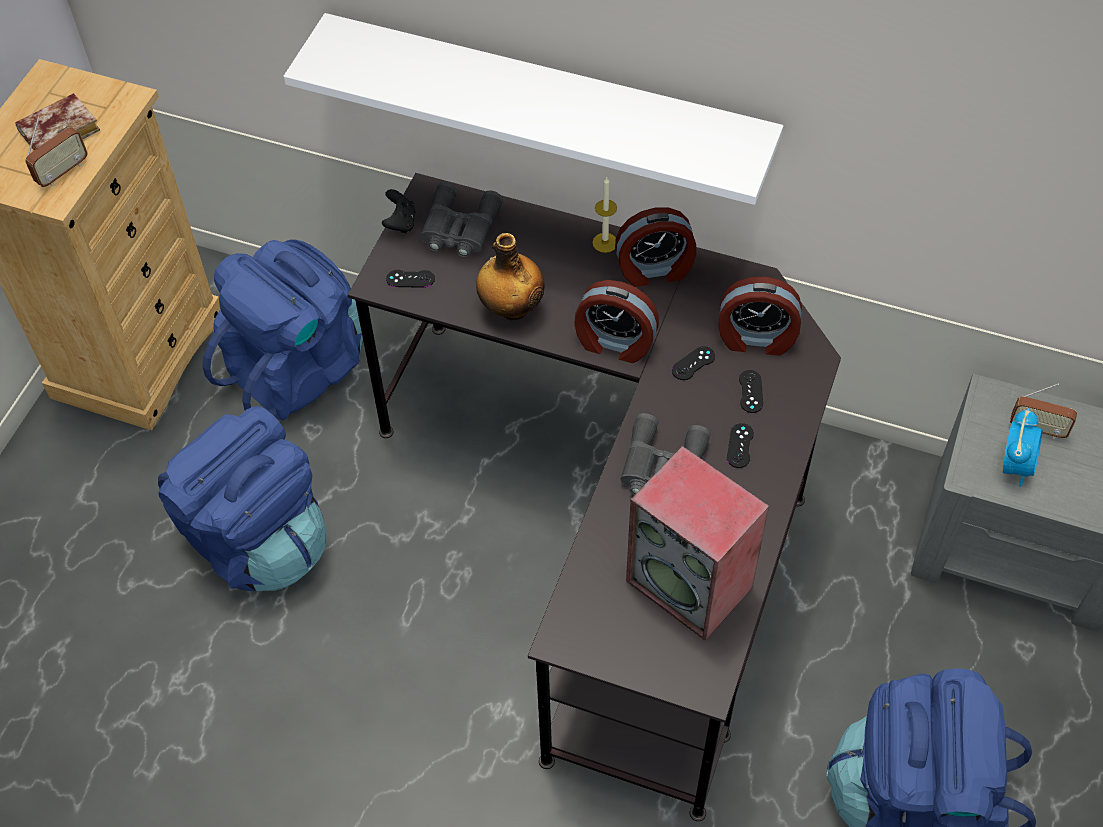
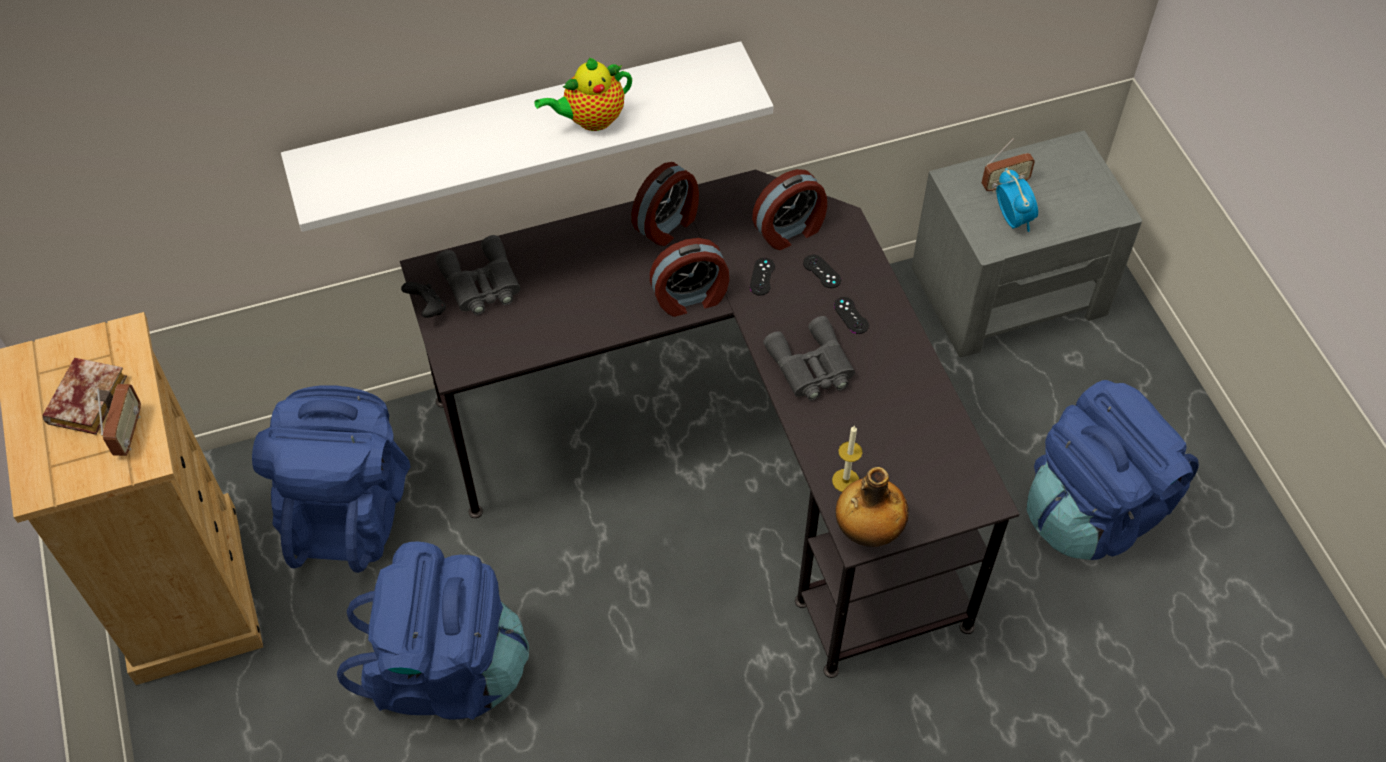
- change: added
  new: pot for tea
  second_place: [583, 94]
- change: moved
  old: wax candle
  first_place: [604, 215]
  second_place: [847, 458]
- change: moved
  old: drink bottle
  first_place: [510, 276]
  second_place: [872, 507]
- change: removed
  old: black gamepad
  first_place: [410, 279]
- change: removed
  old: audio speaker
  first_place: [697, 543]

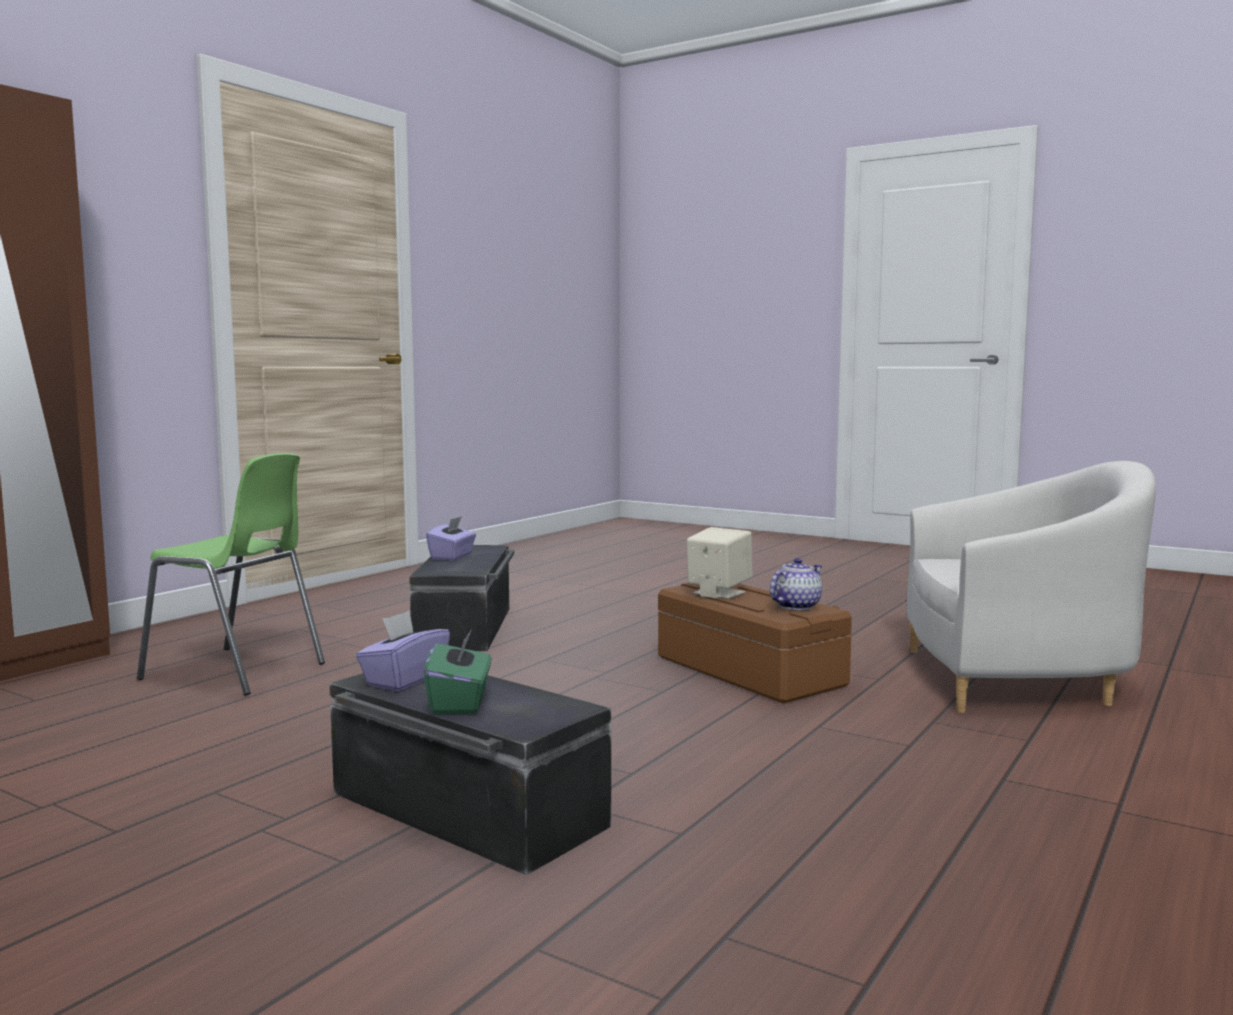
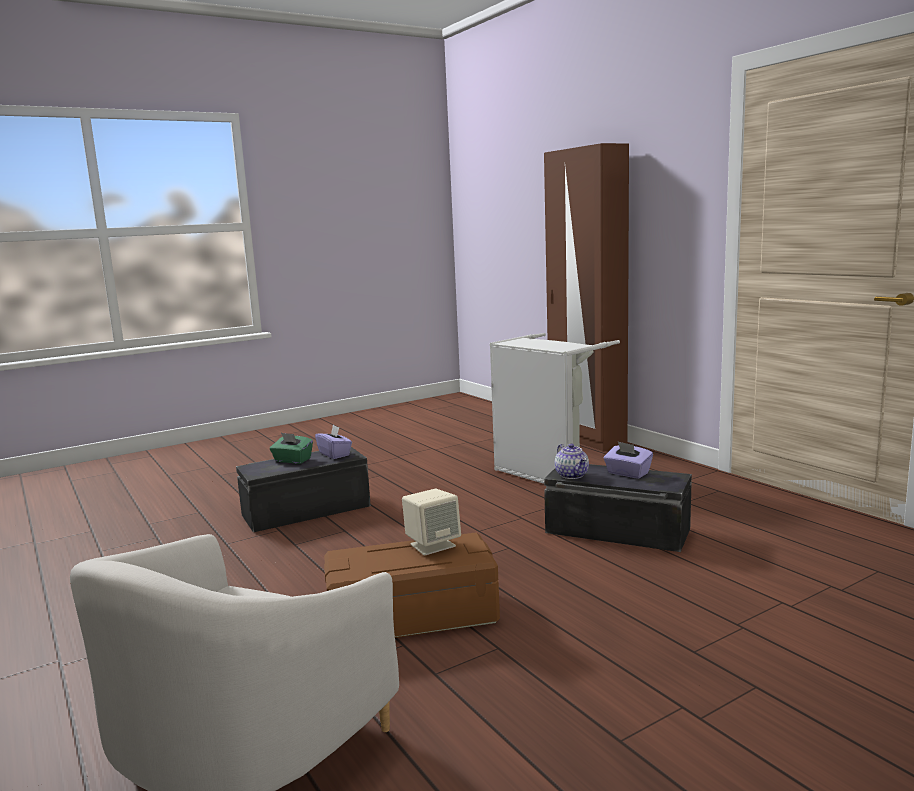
- change: replaced
  old: greenish plain chair
  new: gray hamper
  first_place: [231, 574]
  second_place: [555, 408]
- change: moved
  old: pot for tea
  first_place: [796, 584]
  second_place: [572, 461]

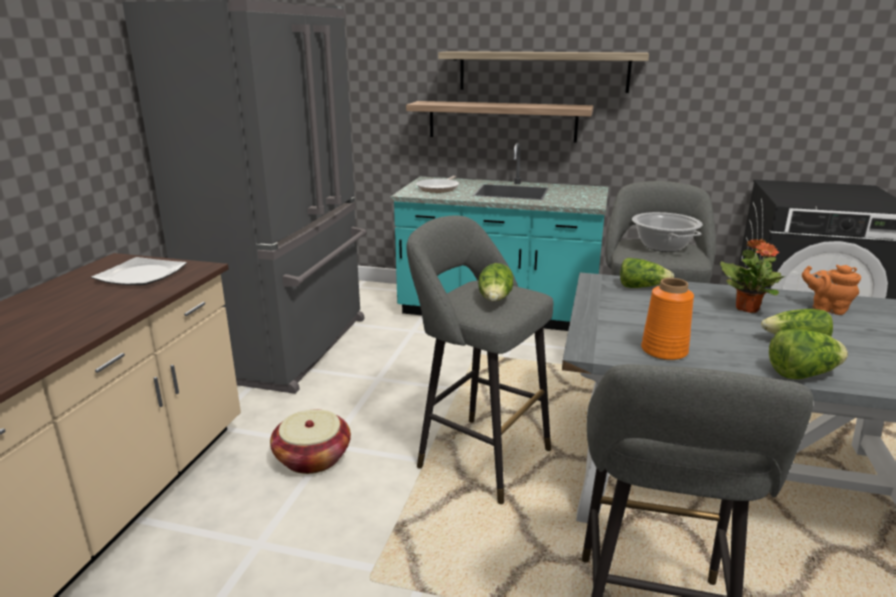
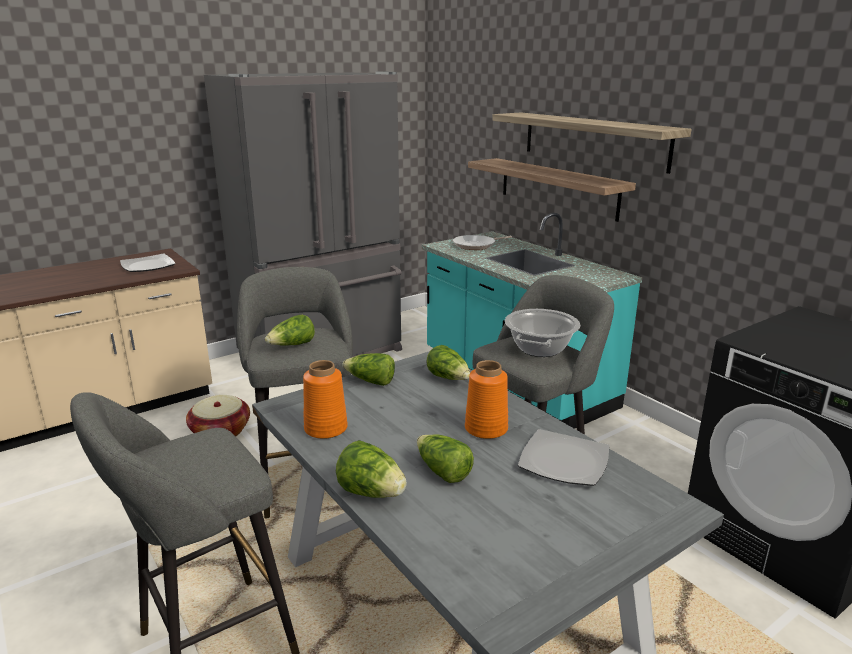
- change: added
  new: head of lettuce
  second_place: [369, 369]
- change: replaced
  old: houseplant
  new: orange flower vase
  first_place: [753, 276]
  second_place: [486, 399]
- change: replaced
  old: orange pot for tea
  new: plate
  first_place: [831, 290]
  second_place: [563, 457]

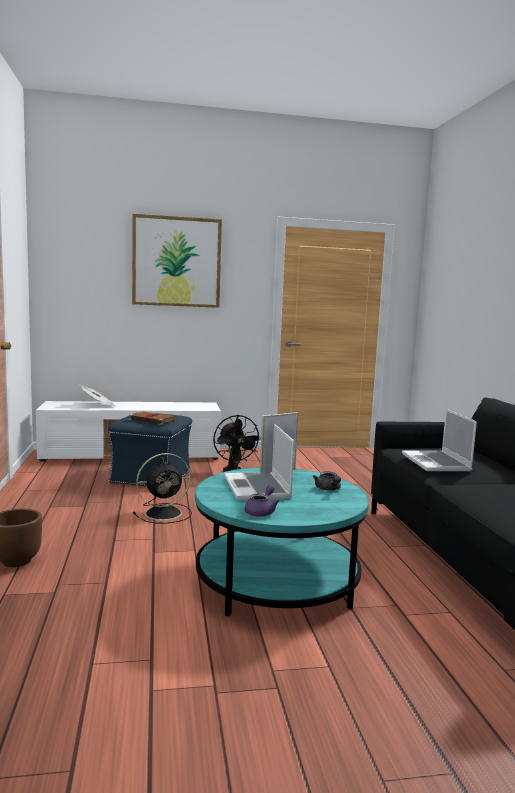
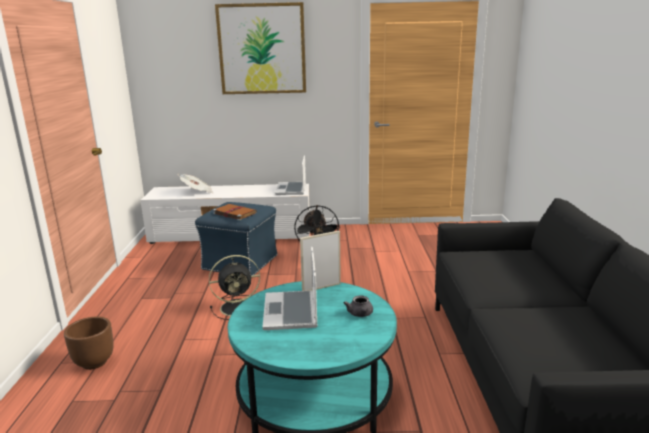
- change: moved
  old: notebook computer
  first_place: [439, 440]
  second_place: [290, 175]
- change: removed
  old: purplish pot for tea
  first_place: [262, 500]

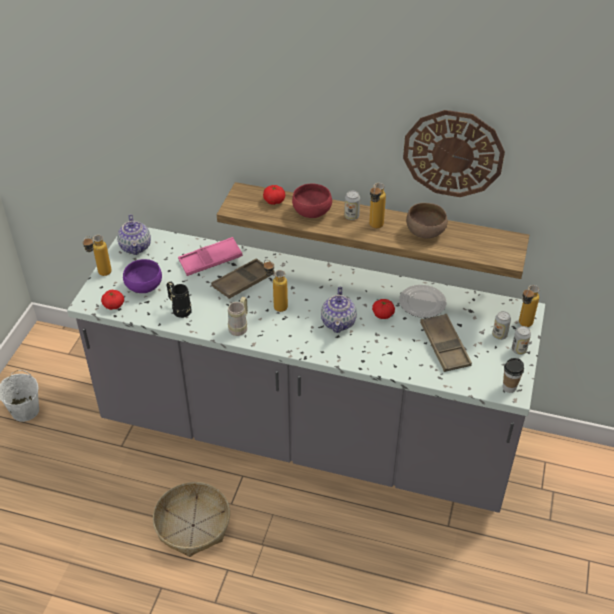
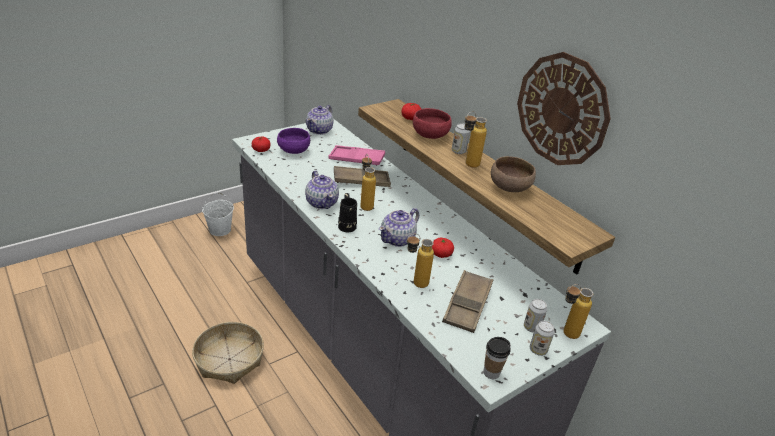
- change: replaced
  old: sand-coloured mug
  new: pot for tea
  first_place: [238, 316]
  second_place: [322, 189]
- change: moved
  old: black mug
  first_place: [179, 300]
  second_place: [347, 212]
- change: moved
  old: drink bottle
  first_place: [97, 255]
  second_place: [420, 261]
- change: removed
  old: plate
  first_place: [422, 301]

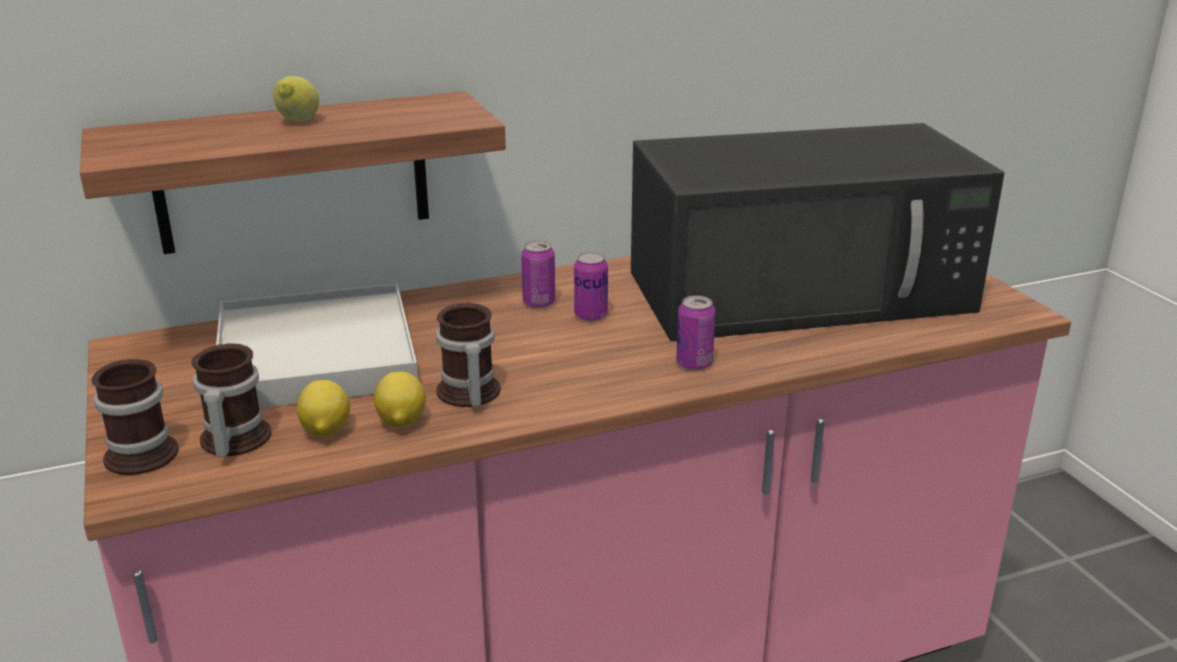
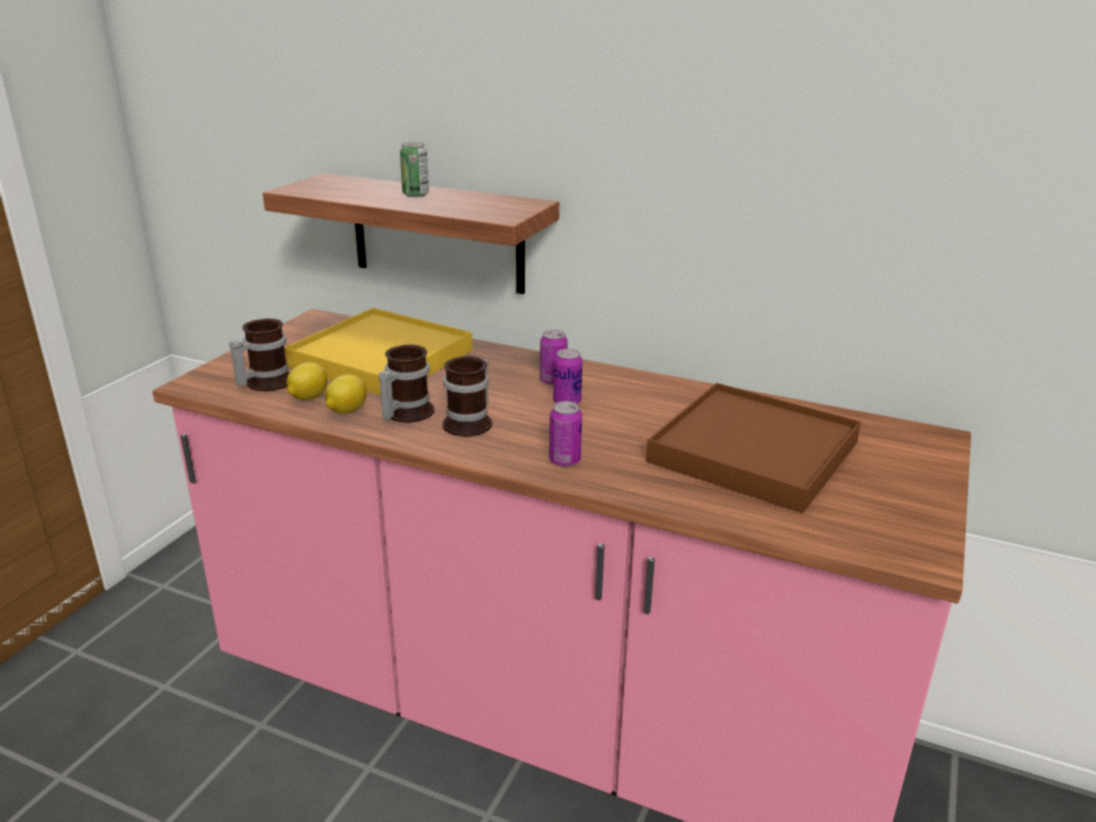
- change: recoloured
  old: white-coloured carrying tray
  new: yellowish carrying tray
  first_place: [317, 346]
  second_place: [378, 351]
- change: replaced
  old: citrus fruit
  new: metal can
  first_place: [296, 99]
  second_place: [414, 169]
- change: moved
  old: mug
  first_place: [135, 417]
  second_place: [467, 396]
- change: replaced
  old: black microwave
  new: brown carrying tray
  first_place: [817, 232]
  second_place: [753, 448]

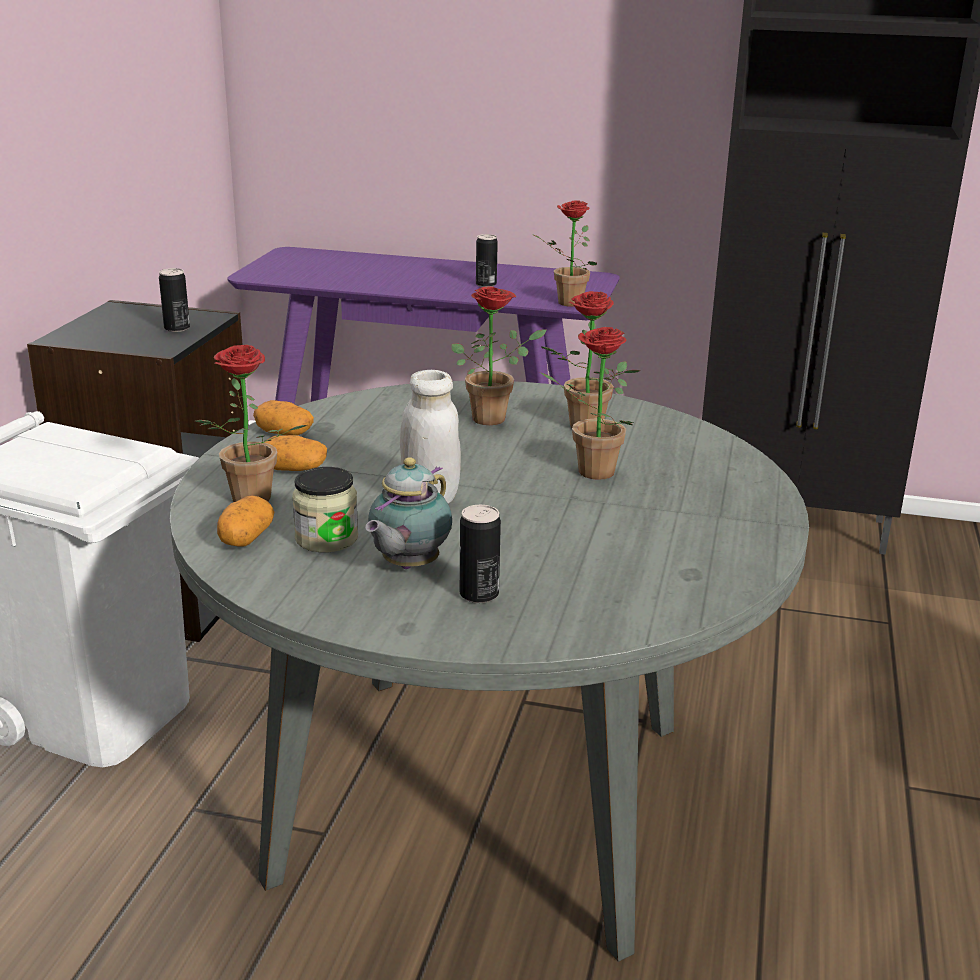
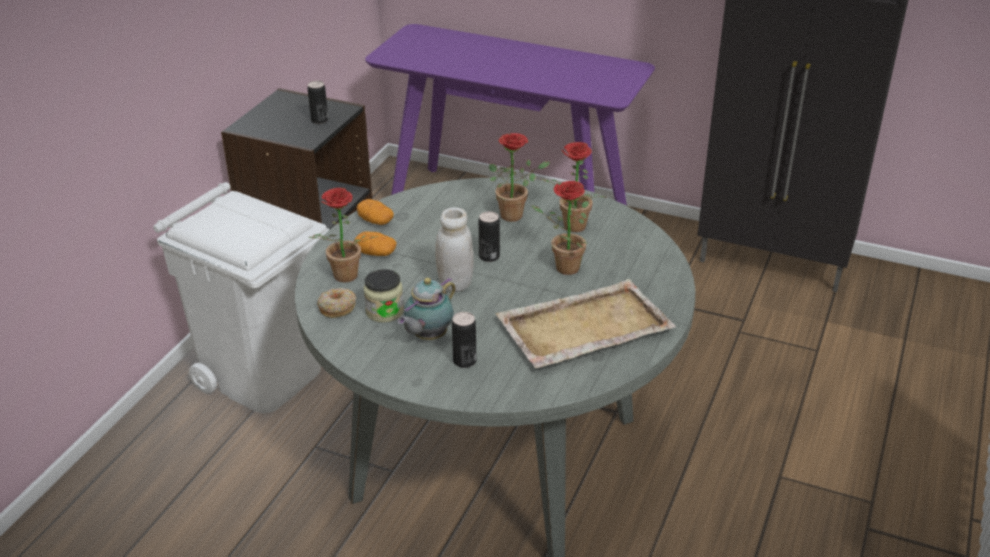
- change: replaced
  old: whole potato
  new: donut
  first_place: [246, 521]
  second_place: [337, 303]
- change: moved
  old: metal can
  first_place: [487, 260]
  second_place: [489, 236]
- change: added
  new: sand-coloured carrying tray
  second_place: [586, 323]
- change: removed
  old: houseplant
  first_place: [564, 253]

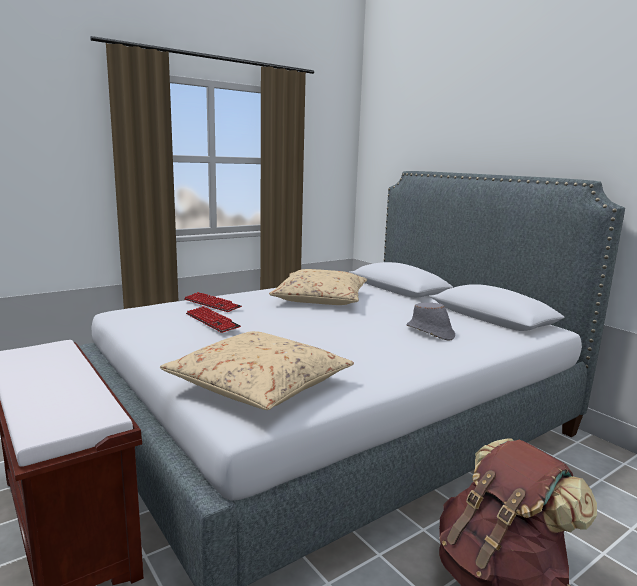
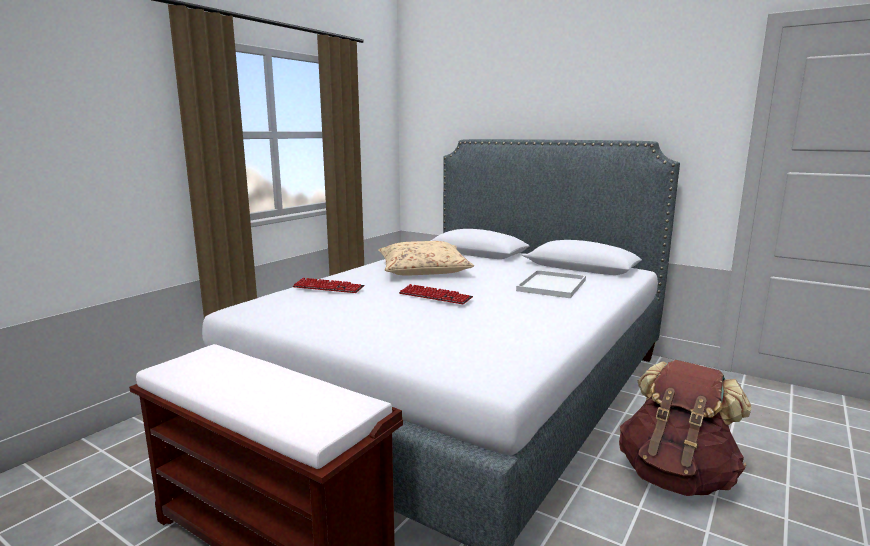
- change: moved
  old: computer keyboard
  first_place: [213, 319]
  second_place: [436, 294]
- change: replaced
  old: gray hat
  new: white-coloured carrying tray
  first_place: [431, 321]
  second_place: [551, 284]
- change: removed
  old: sand-coloured cushion
  first_place: [257, 370]

